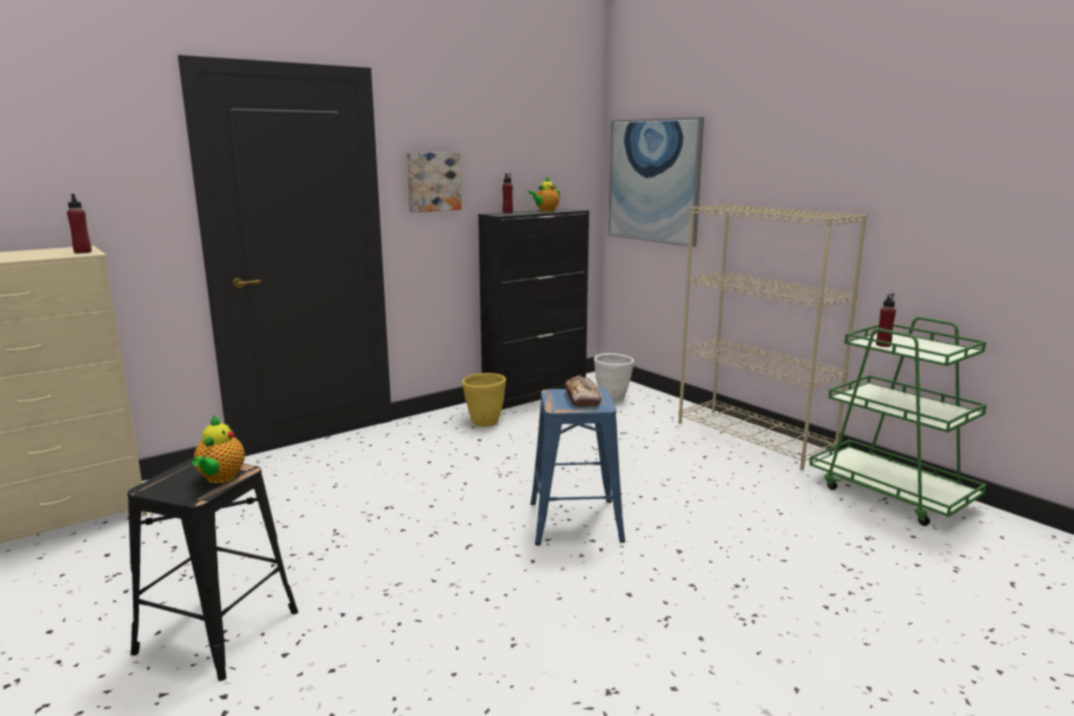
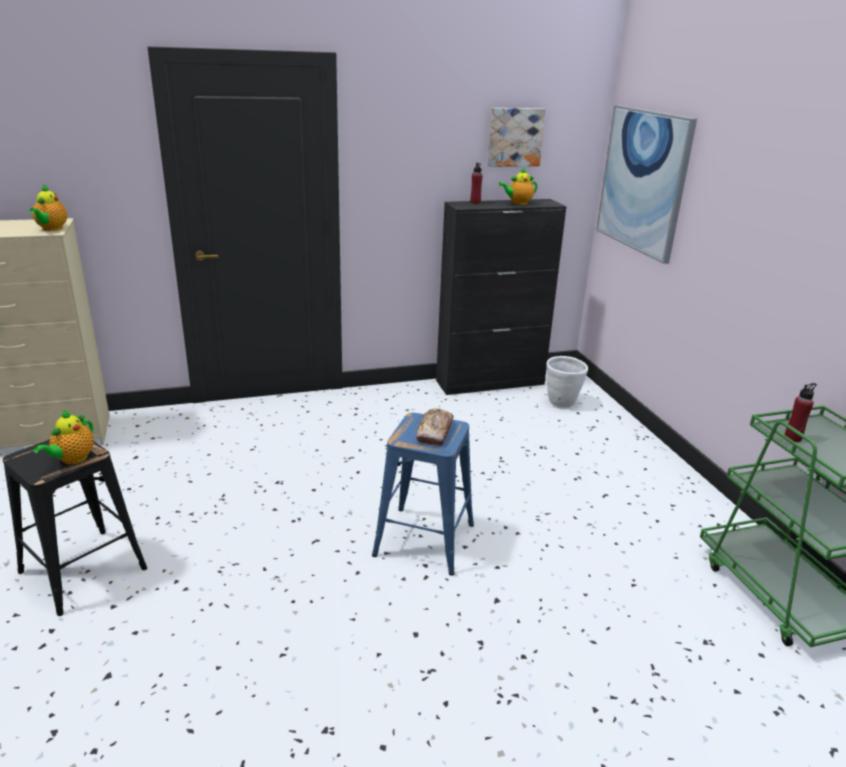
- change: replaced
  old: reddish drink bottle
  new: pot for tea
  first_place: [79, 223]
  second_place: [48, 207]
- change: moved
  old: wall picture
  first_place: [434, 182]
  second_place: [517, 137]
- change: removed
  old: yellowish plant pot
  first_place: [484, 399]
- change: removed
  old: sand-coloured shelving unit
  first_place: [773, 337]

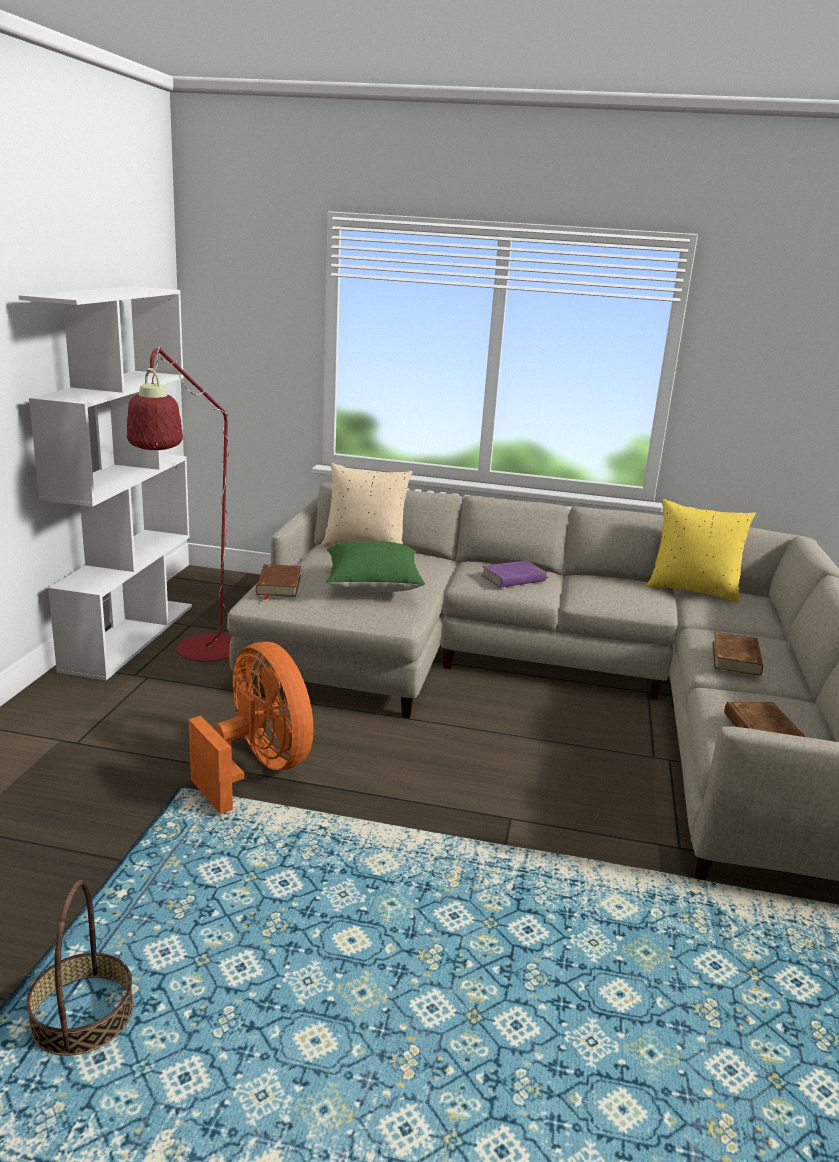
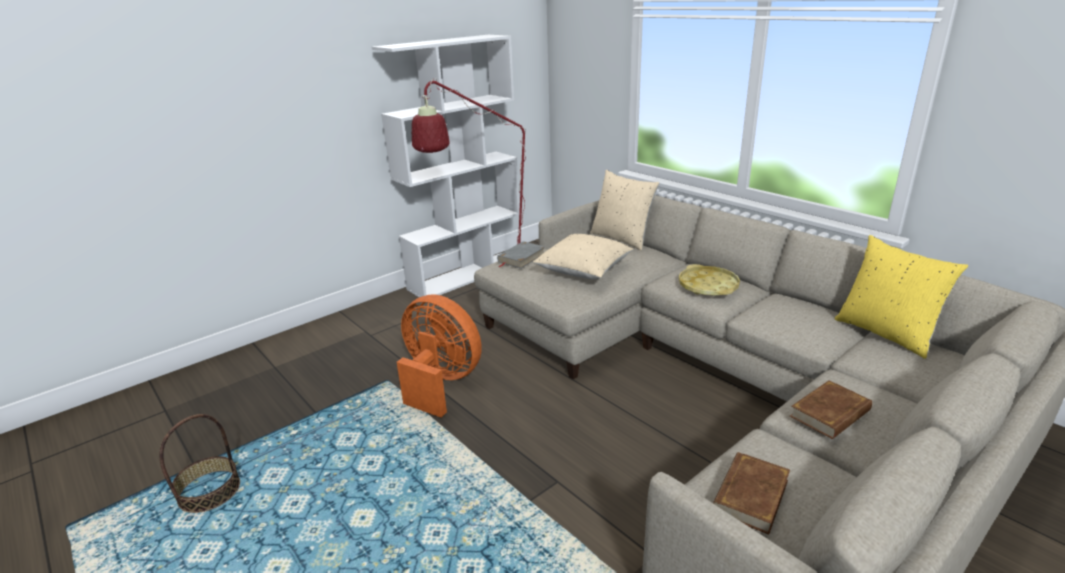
- change: turned
  old: orange electric fan
  first_place: [250, 728]
  second_place: [439, 356]
  degrees: -60
- change: recoloured
  old: brown bound book
  new: gray bound book
  first_place: [278, 582]
  second_place: [521, 255]
- change: recoloured
  old: greenish cushion
  new: sand-coloured cushion
  first_place: [375, 566]
  second_place: [583, 256]
- change: replaced
  old: purplish bound book
  new: yellowish carrying tray
  first_place: [514, 574]
  second_place: [709, 280]

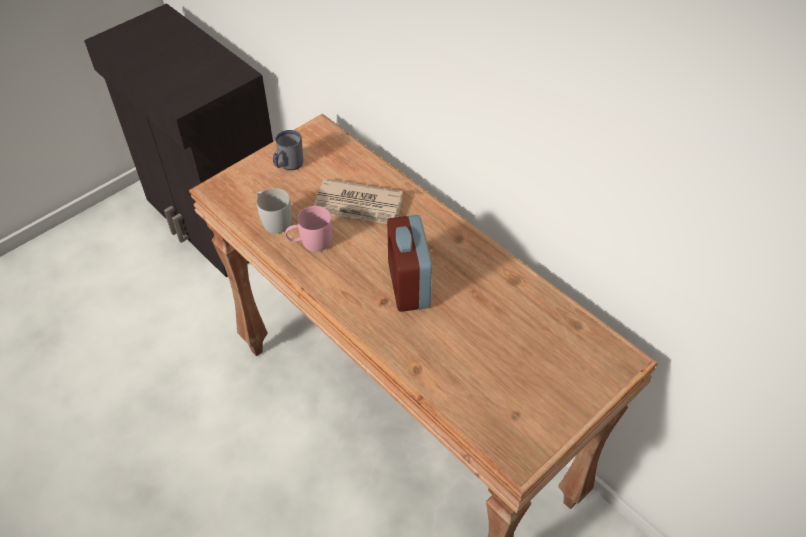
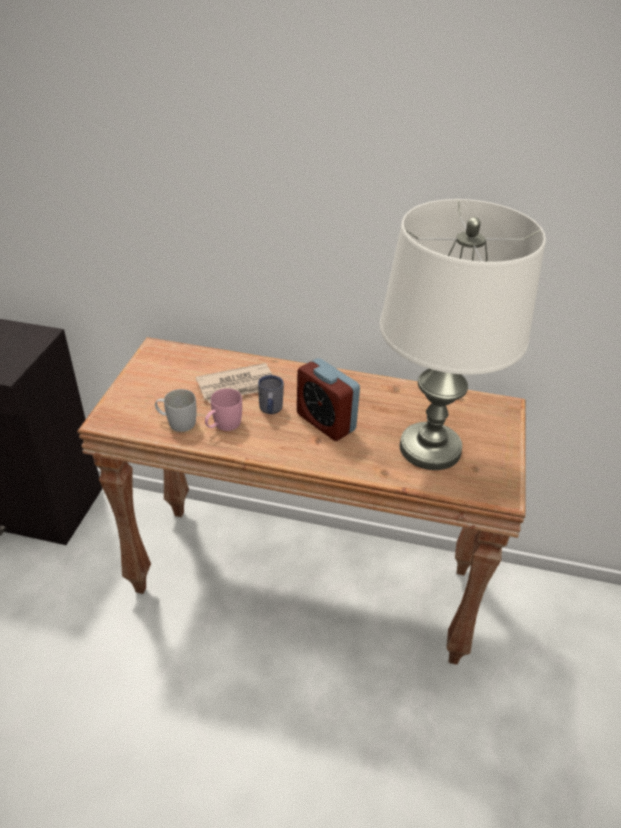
- change: moved
  old: gray mug
  first_place: [288, 150]
  second_place: [271, 394]
- change: added
  new: white-coloured tabletop lamp
  second_place: [463, 334]

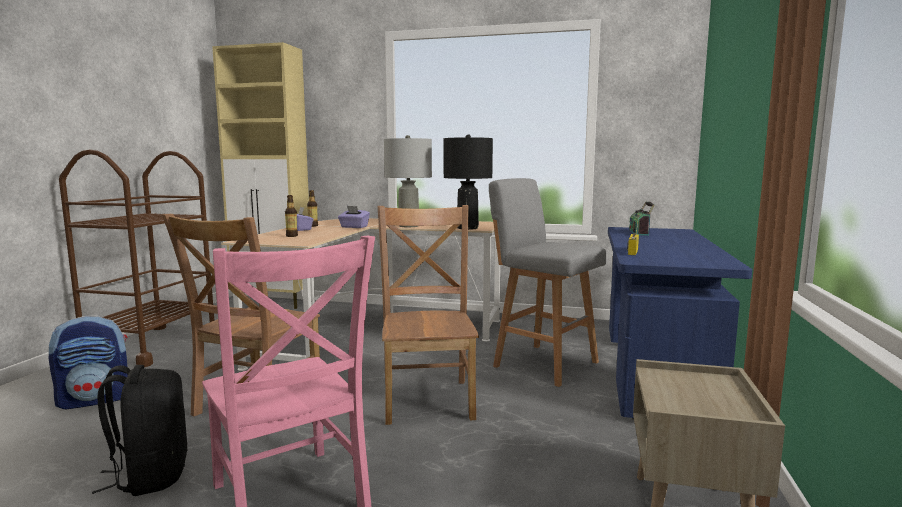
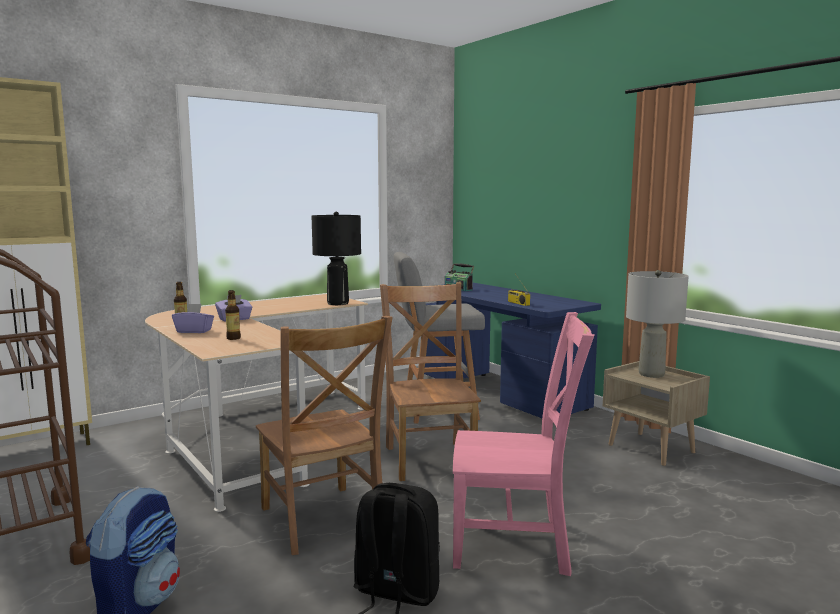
- change: turned
  old: brown plain chair
  first_place: [428, 315]
  second_place: [430, 381]
  degrees: 45
- change: moved
  old: gray tabletop lamp
  first_place: [408, 181]
  second_place: [657, 324]

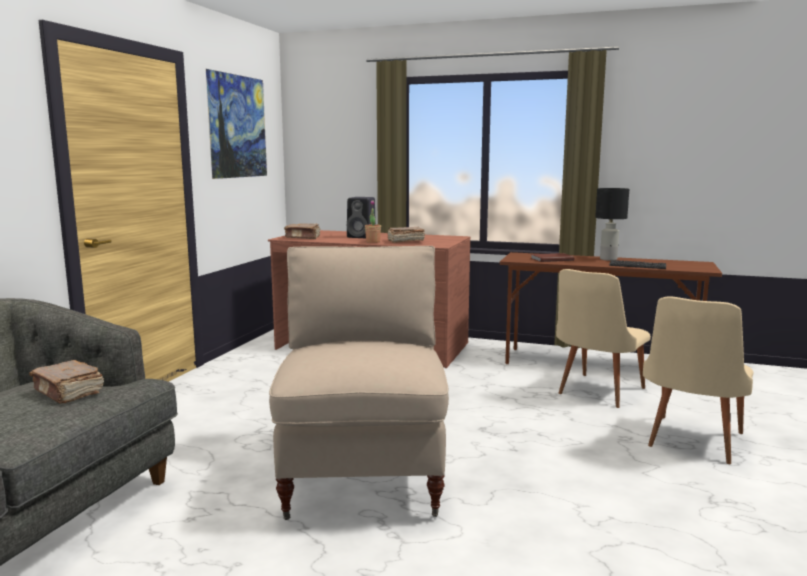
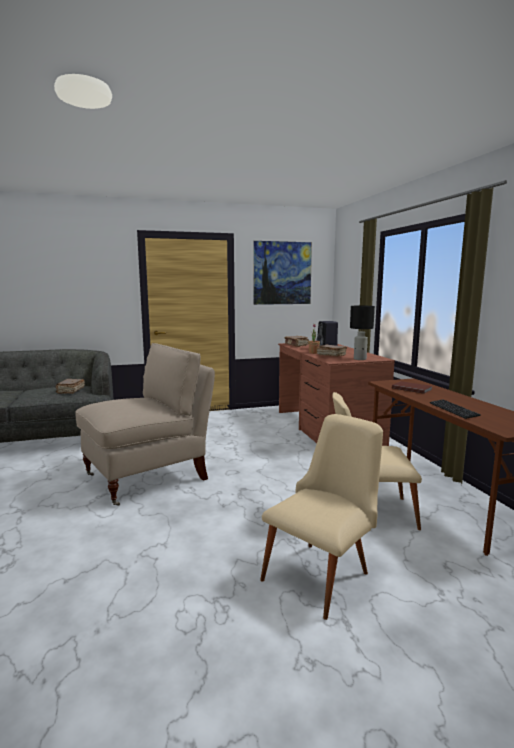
- change: turned
  old: sand-coloured plain chair
  first_place: [698, 380]
  second_place: [321, 517]
  degrees: 135
- change: moved
  old: black tabletop lamp
  first_place: [612, 224]
  second_place: [362, 333]

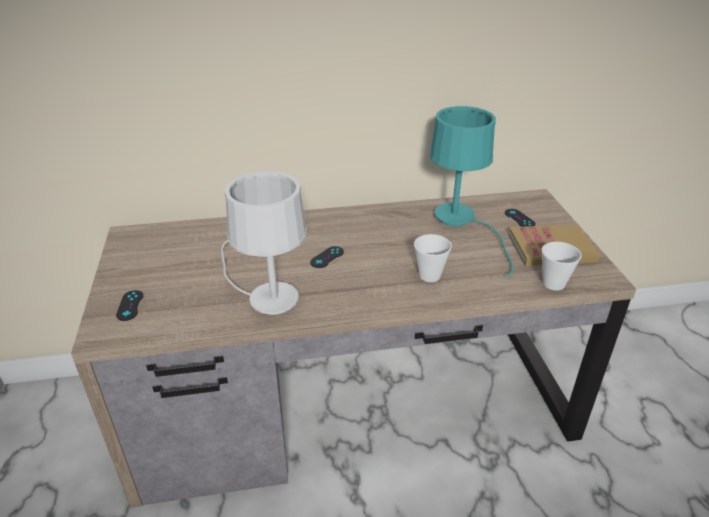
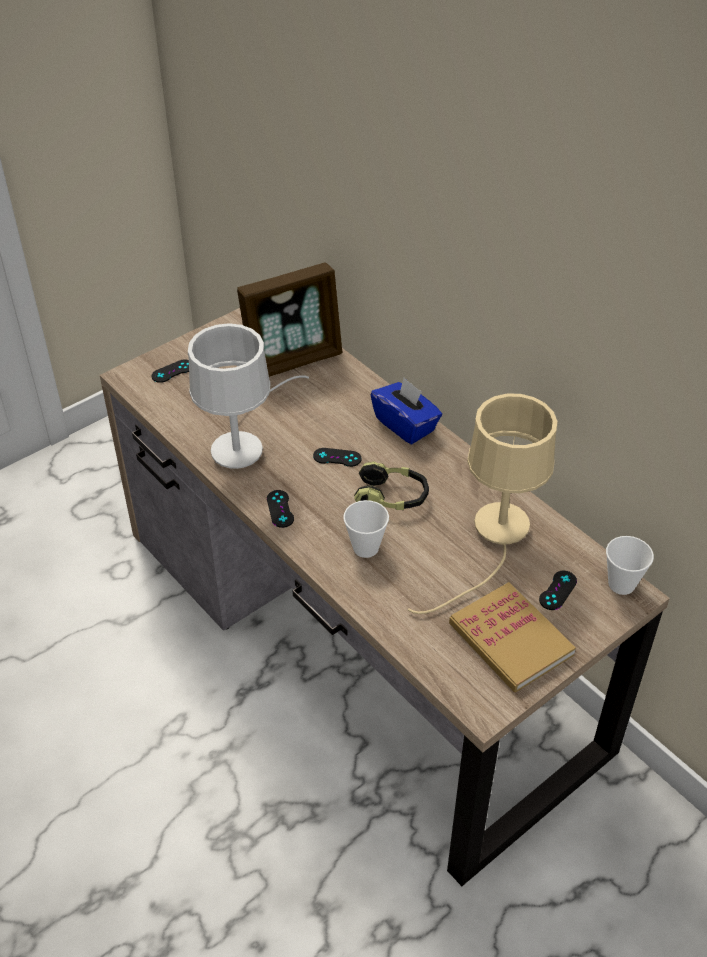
- change: added
  new: photo frame
  second_place: [290, 319]
- change: added
  new: black gamepad
  second_place: [280, 509]
- change: added
  new: headset
  second_place: [391, 485]
- change: added
  new: blue tissue box
  second_place: [406, 410]
- change: recoloured
  old: turquoise tabletop lamp
  new: sand-coloured tabletop lamp
  first_place: [471, 191]
  second_place: [482, 503]
- change: moved
  old: small cup
  first_place: [562, 266]
  second_place: [630, 565]

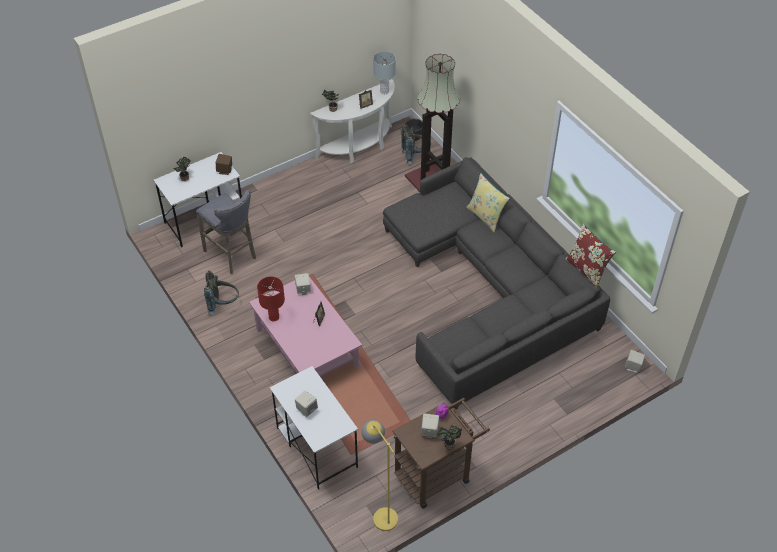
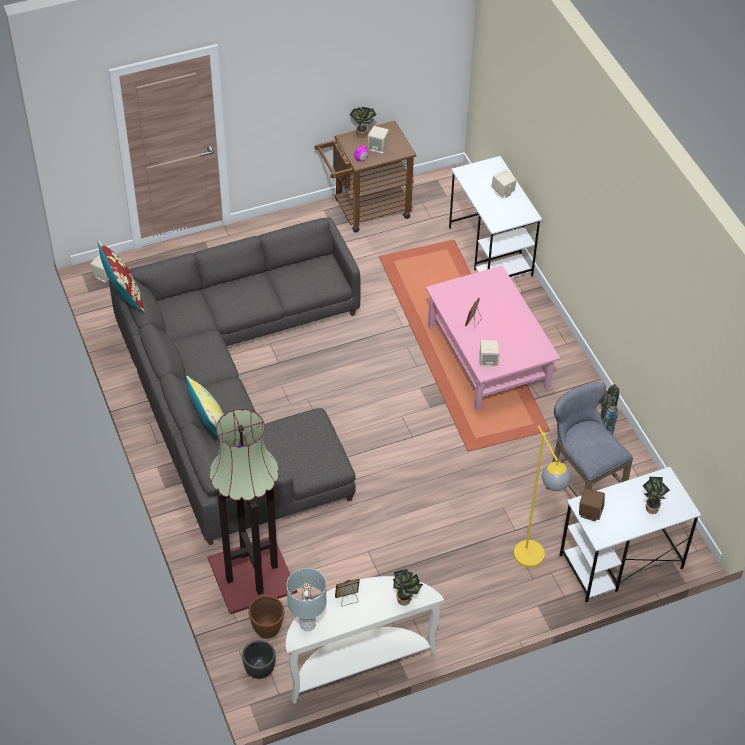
- change: replaced
  old: gray knapsack
  new: brown plant pot
  first_place: [416, 144]
  second_place: [266, 617]
- change: moved
  old: yellowish standard lamp
  first_place: [380, 475]
  second_place: [542, 496]
- change: removed
  old: reddish tabletop lamp
  first_place: [271, 298]

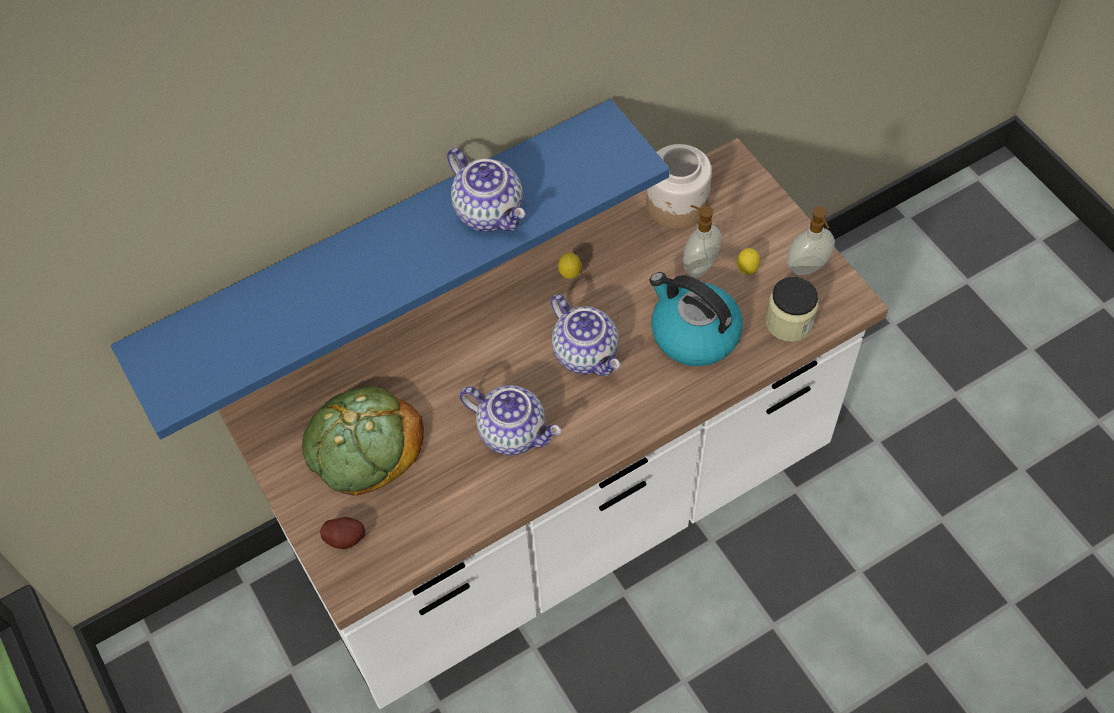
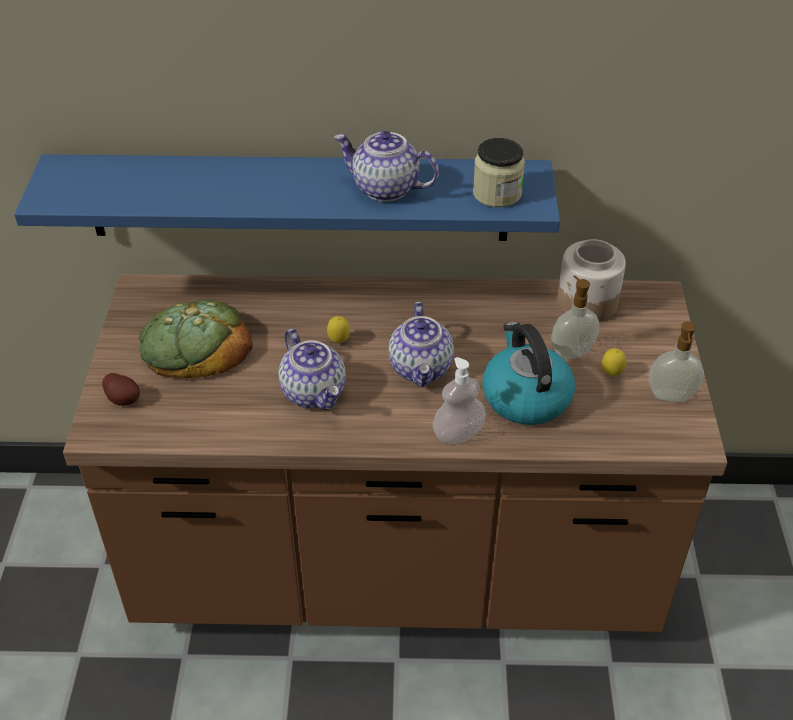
- change: recoloured
  old: white-coloured kitchen base unit
  new: brown kitchen base unit
  first_place: [553, 423]
  second_place: [395, 453]
- change: moved
  old: citrus fruit
  first_place: [569, 266]
  second_place: [338, 329]
- change: turned
  old: pot for tea
  first_place: [486, 190]
  second_place: [386, 166]
  degrees: 120
- change: added
  new: soap dispenser
  second_place: [459, 400]
- change: moved
  old: jar
  first_place: [792, 309]
  second_place: [499, 172]

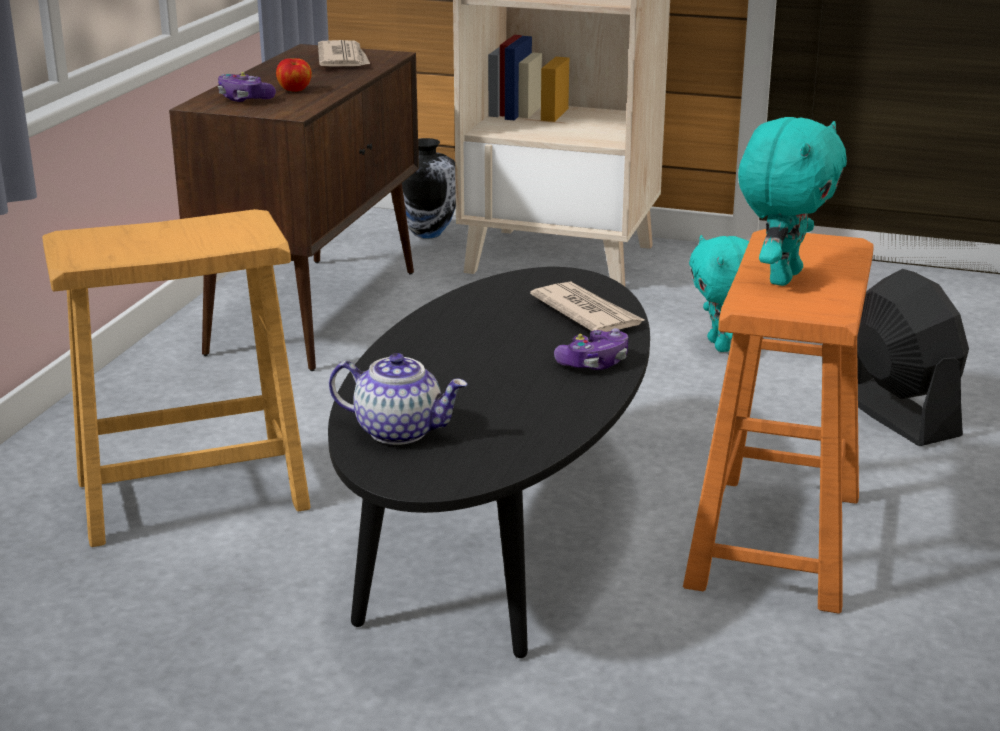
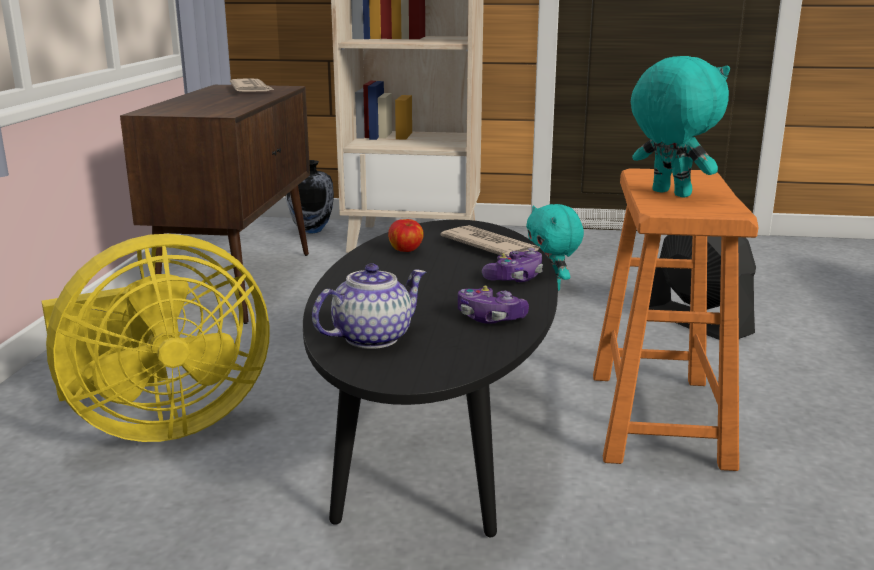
- change: replaced
  old: brown sitting stool
  new: yellowish electric fan
  first_place: [176, 378]
  second_place: [156, 338]
- change: turned
  old: pot for tea
  first_place: [398, 399]
  second_place: [369, 306]
  degrees: -45
- change: moved
  old: apple fruit
  first_place: [294, 75]
  second_place: [406, 235]
- change: moved
  old: gamepad
  first_place: [247, 87]
  second_place: [493, 305]
- change: turned
  old: turquoise plush toy
  first_place: [792, 201]
  second_place: [680, 127]
  degrees: -60

